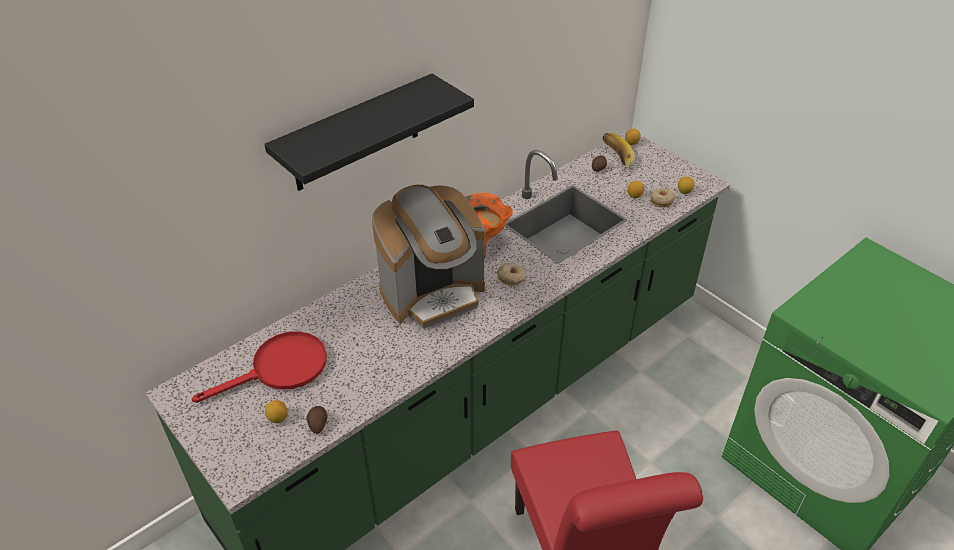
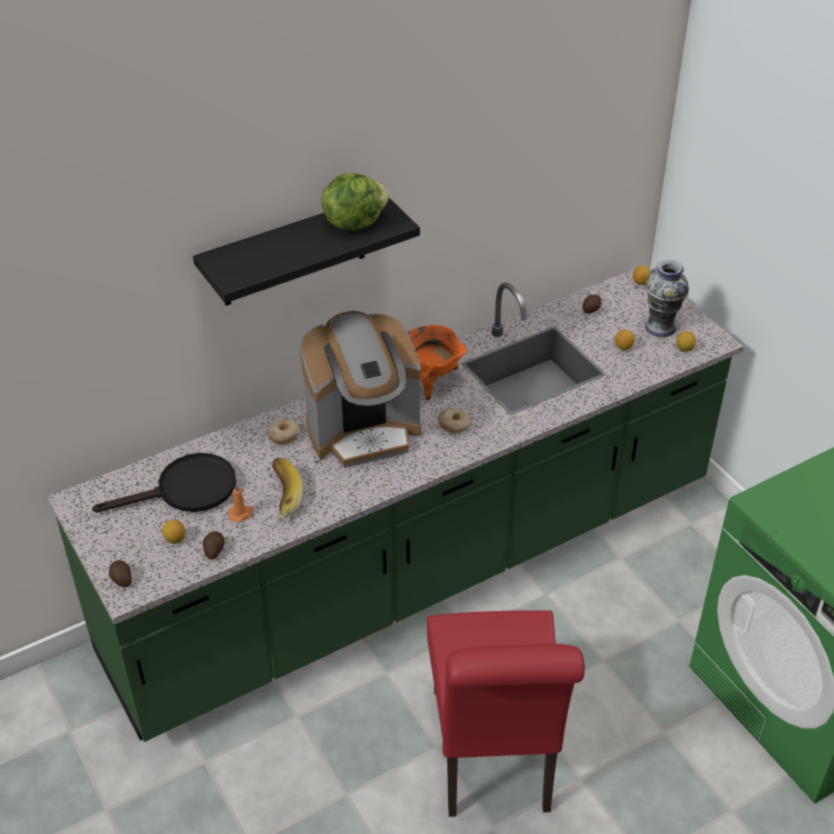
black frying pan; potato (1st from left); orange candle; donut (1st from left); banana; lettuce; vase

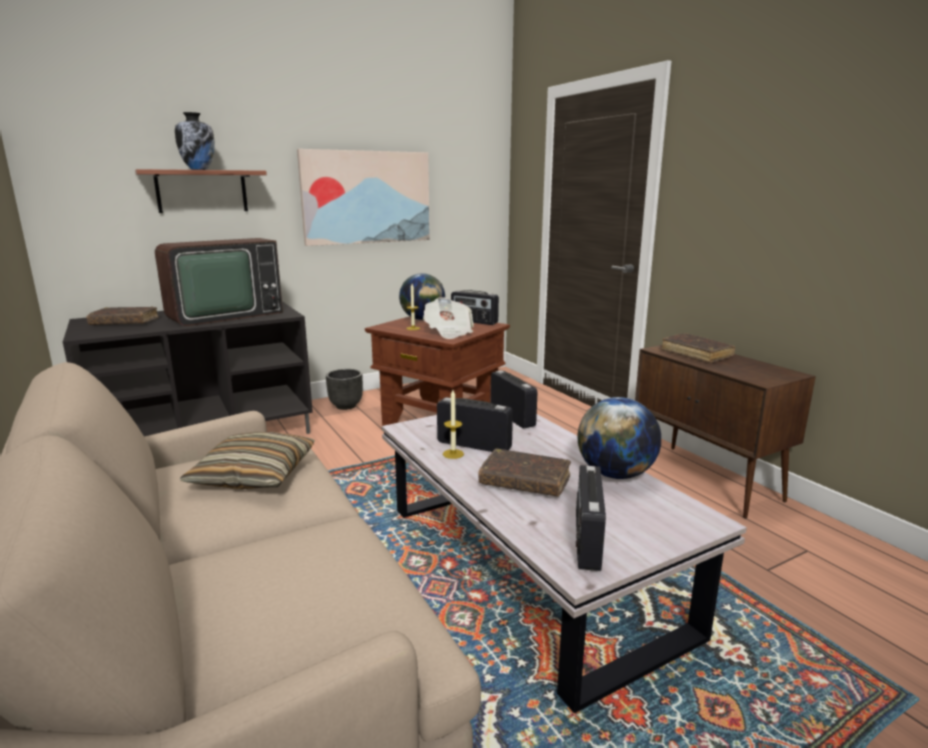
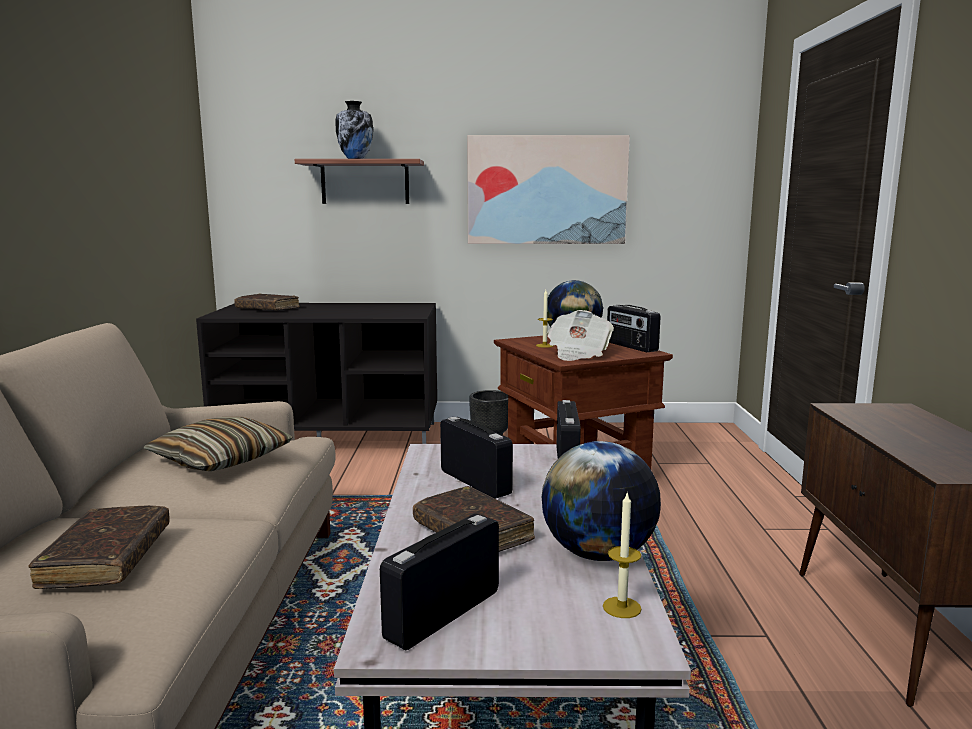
brown book (1st from left); candle (2nd from left); television

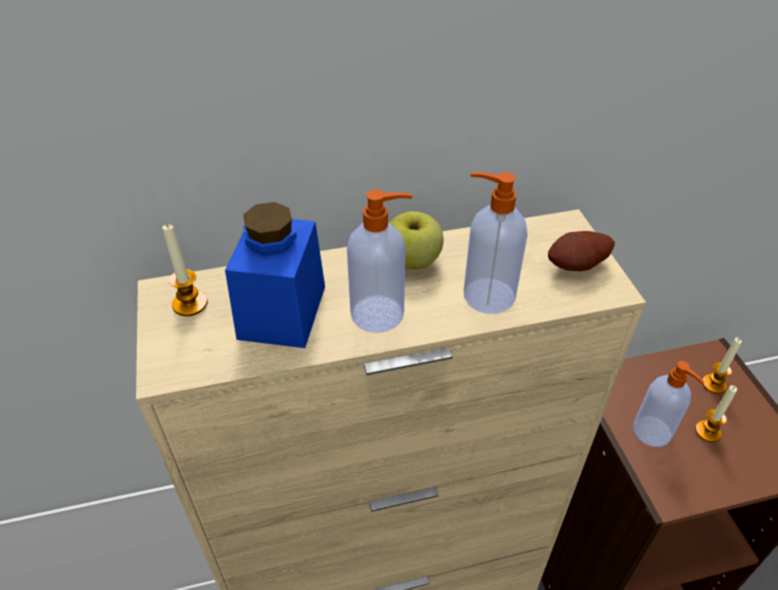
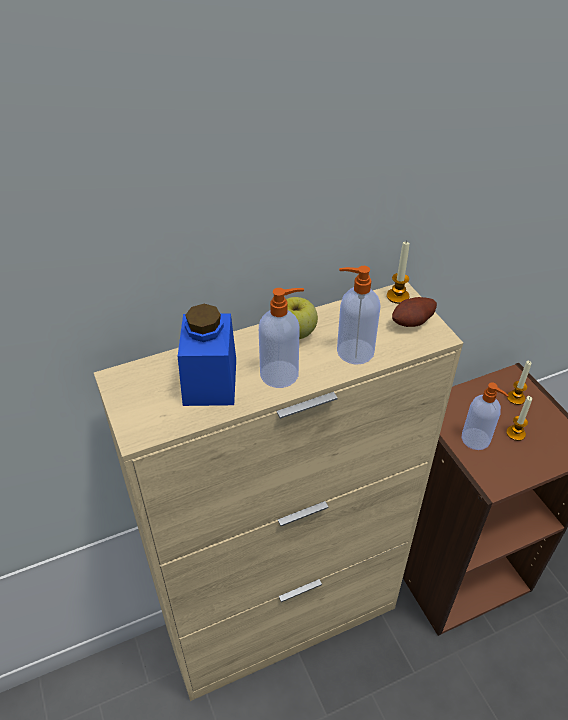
candle (1st from left)

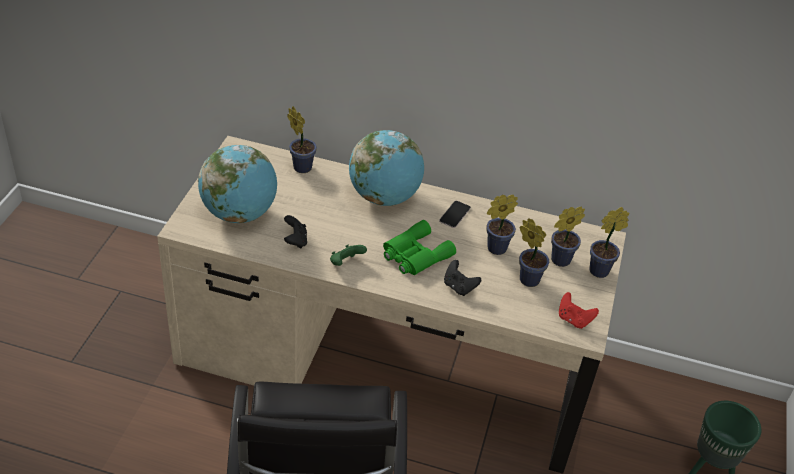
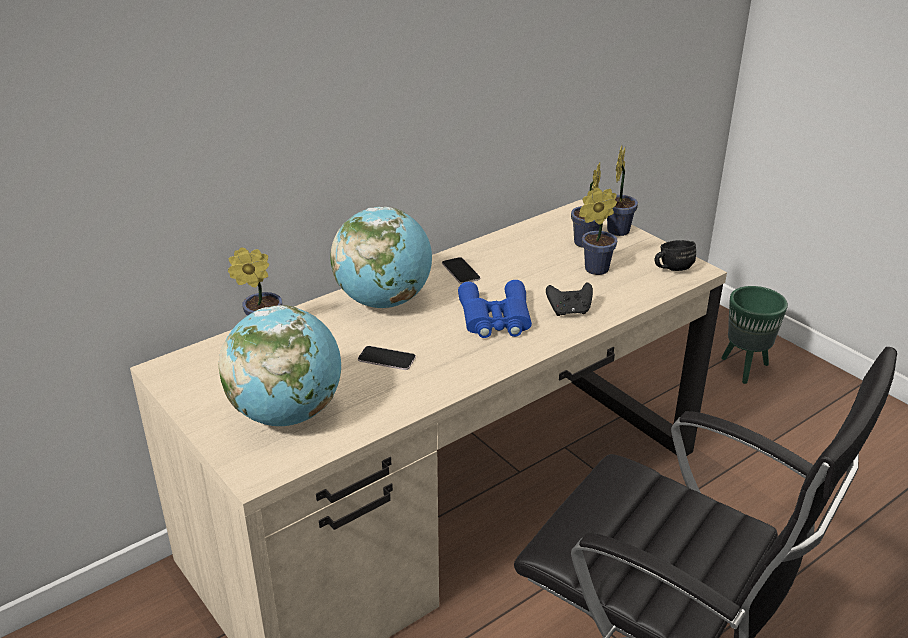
phone (1st from left); blue binoculars; black mug; black game controller (1st from left in the first image); green game controller; potted plant (2nd from left in the first image)

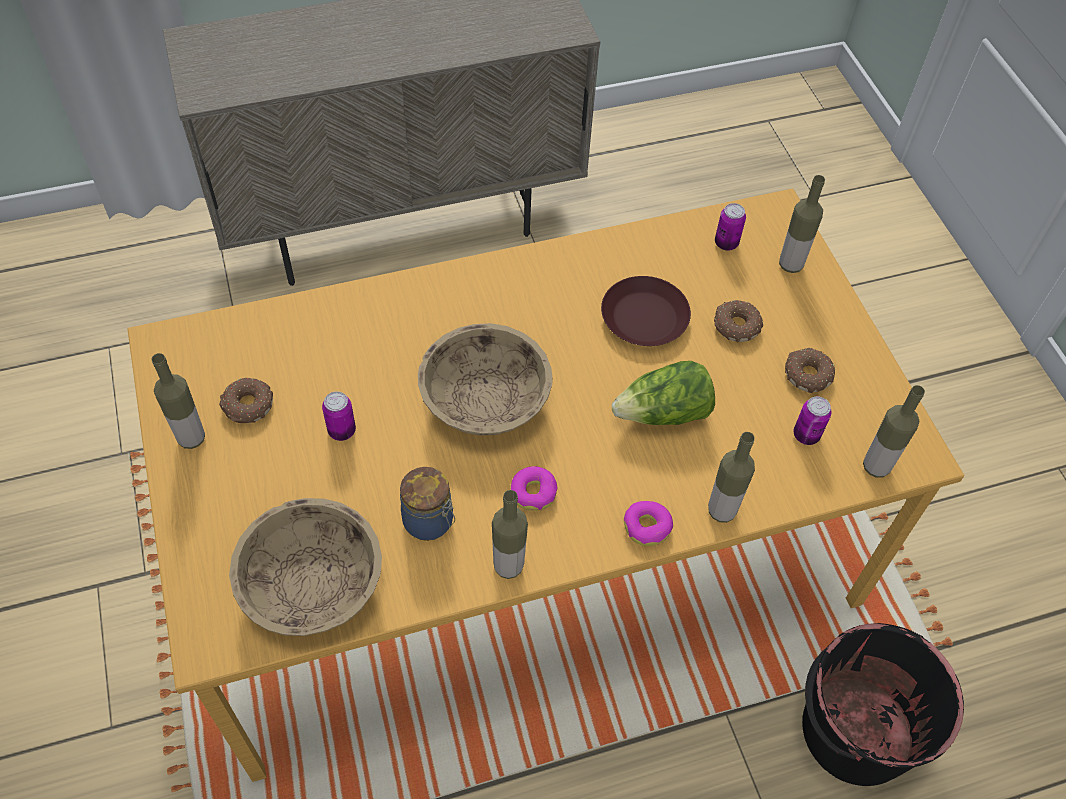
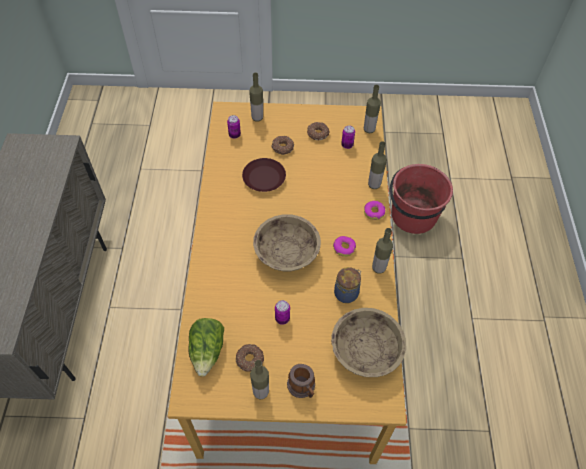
lettuce; mug; red bucket

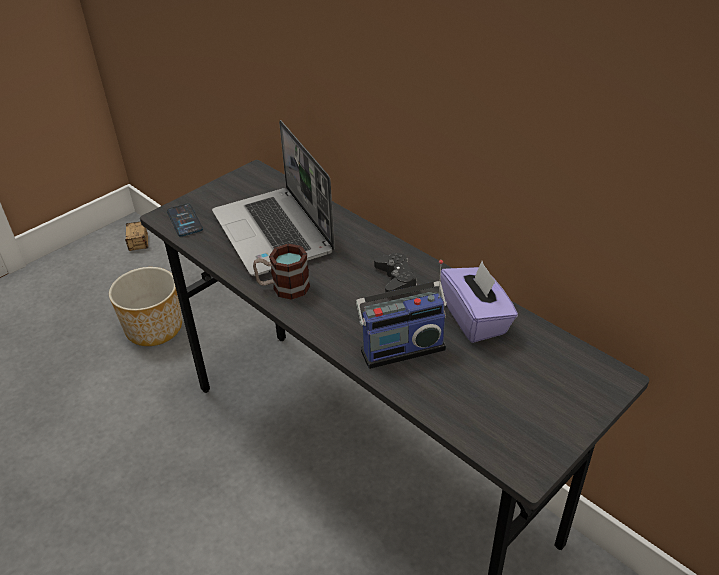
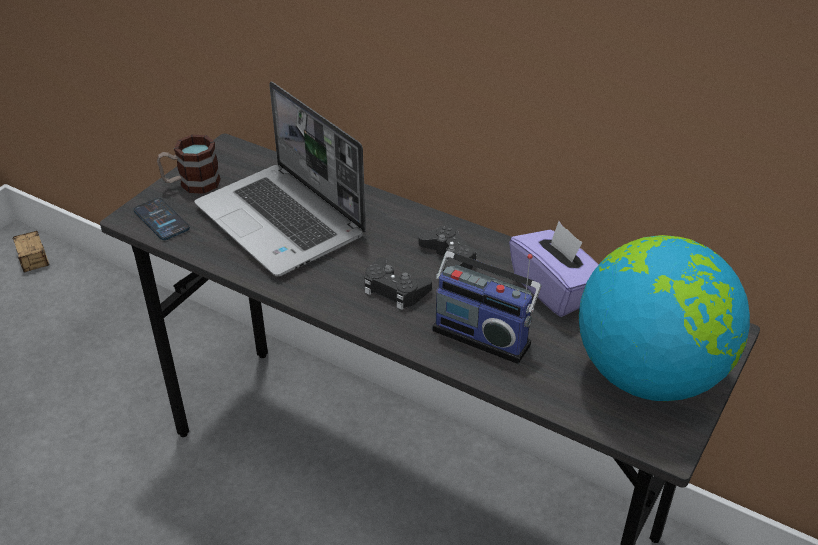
mug; black game controller (1st from left); radio; globe; planter

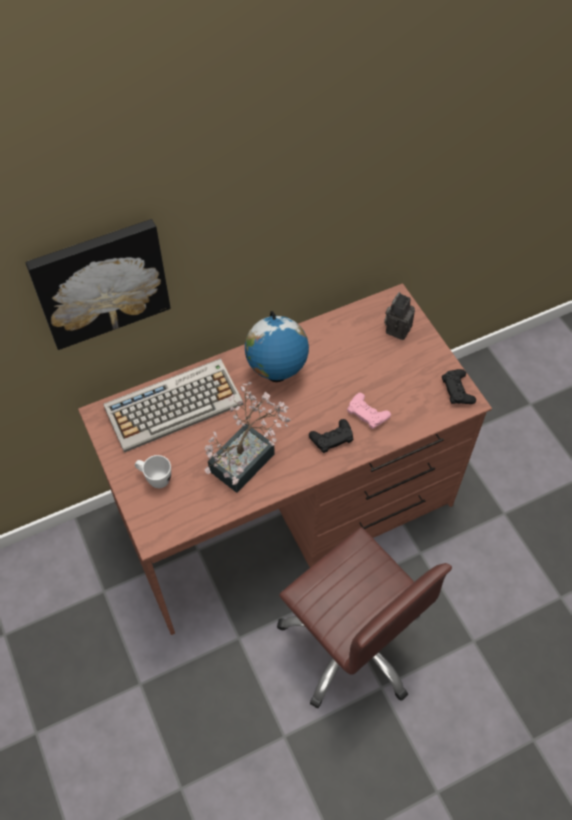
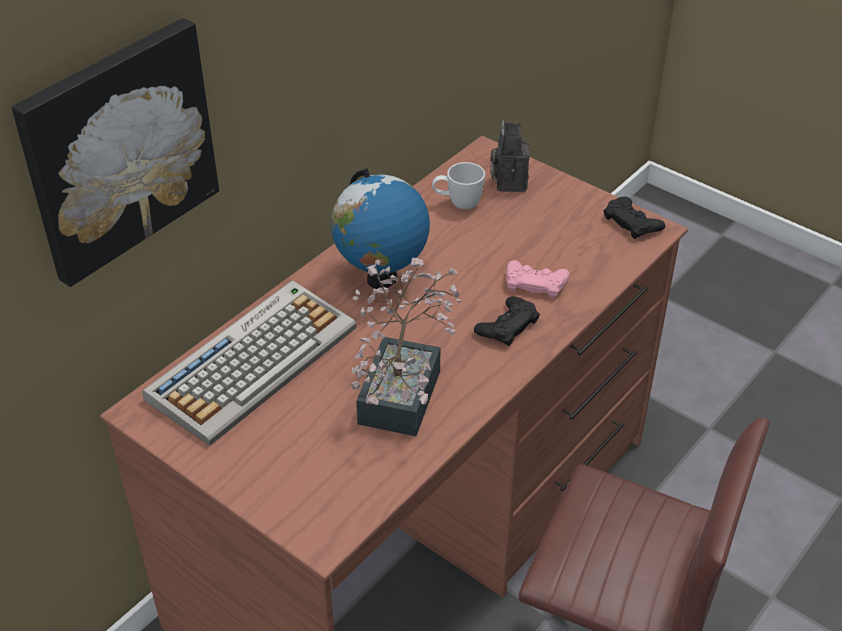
white mug

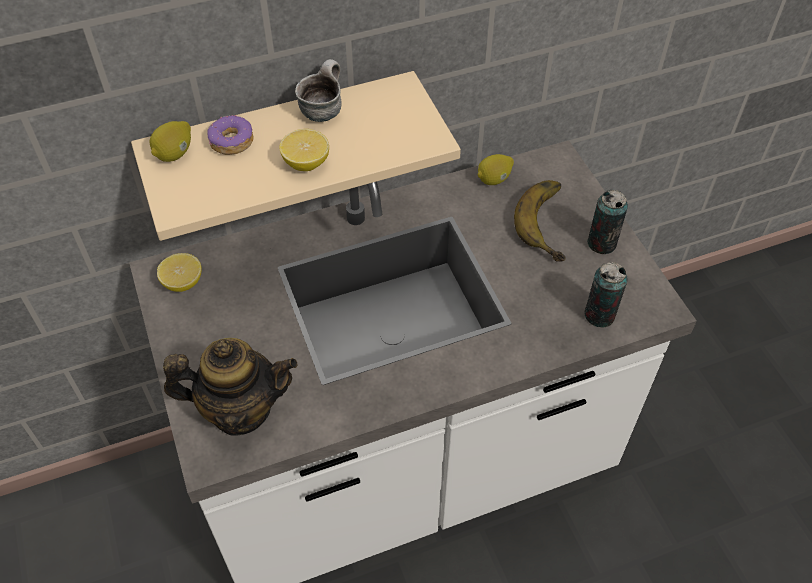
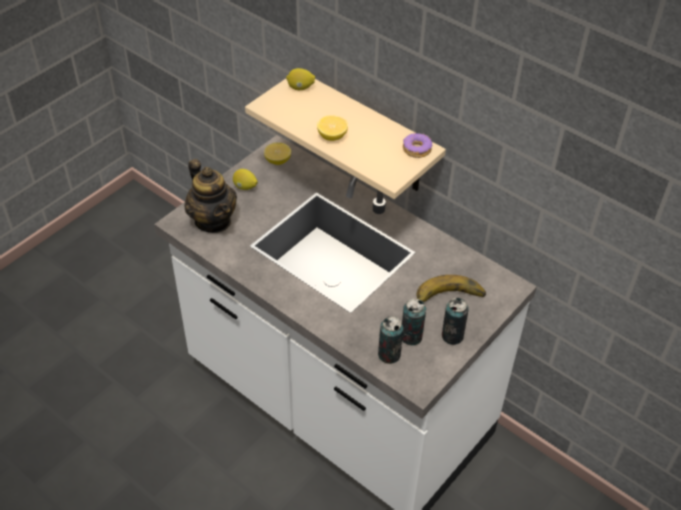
lemon (1st from left); can (2nd from left); donut; mug

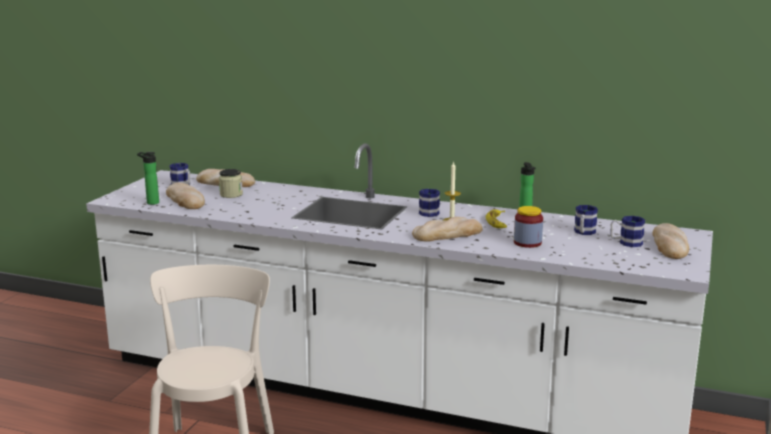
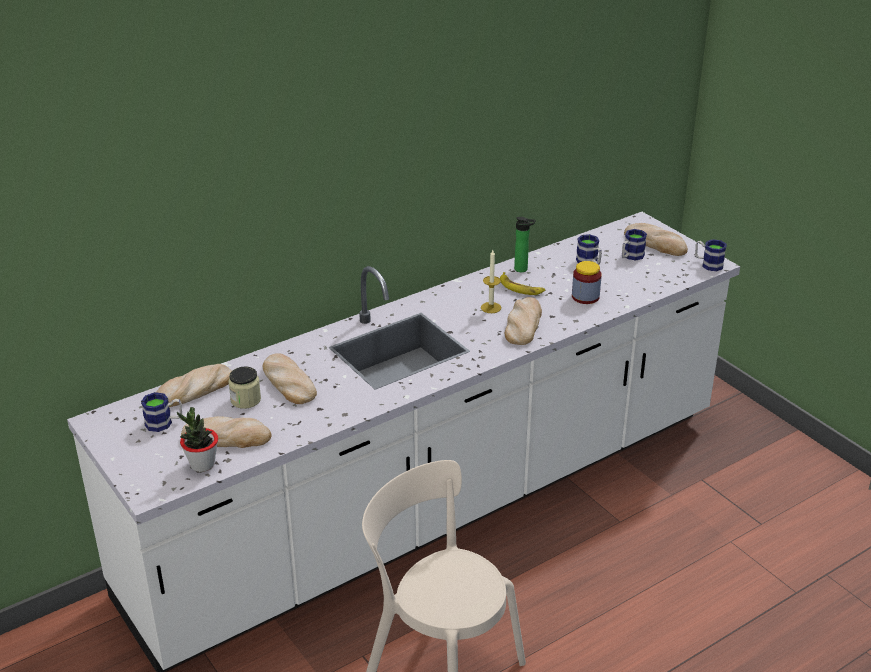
potted plant; bread (3rd from left); mug (4th from left)

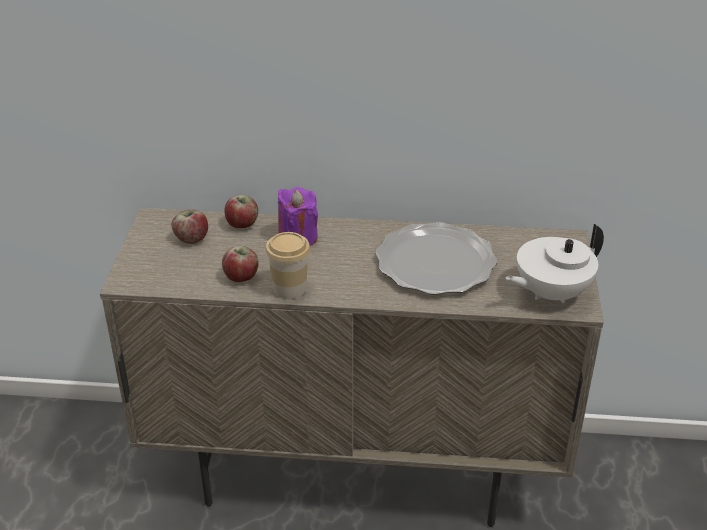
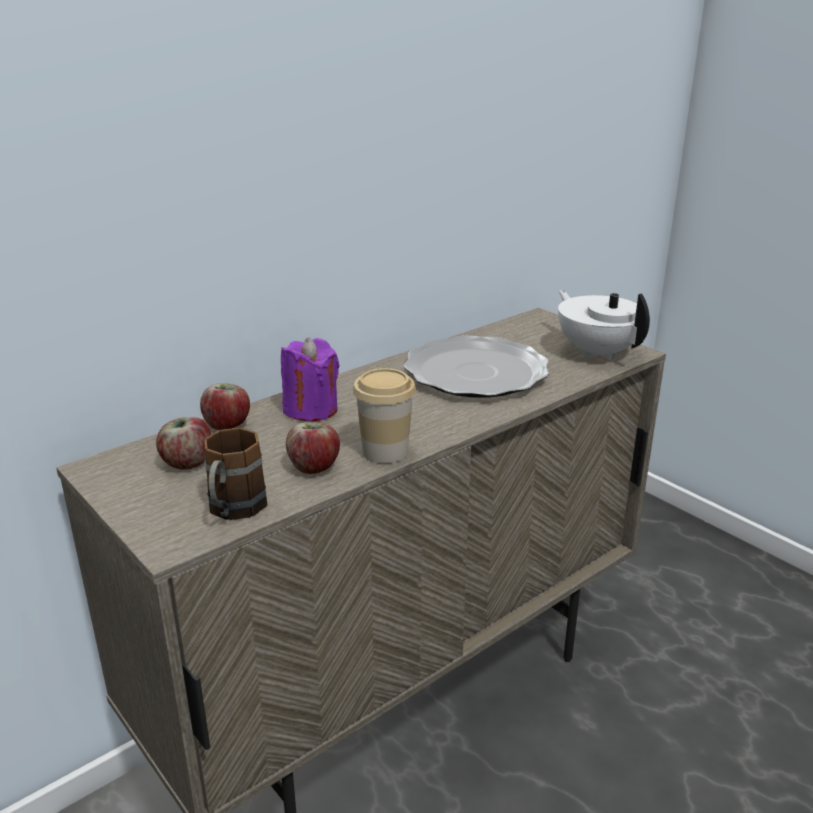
brown mug; white teapot

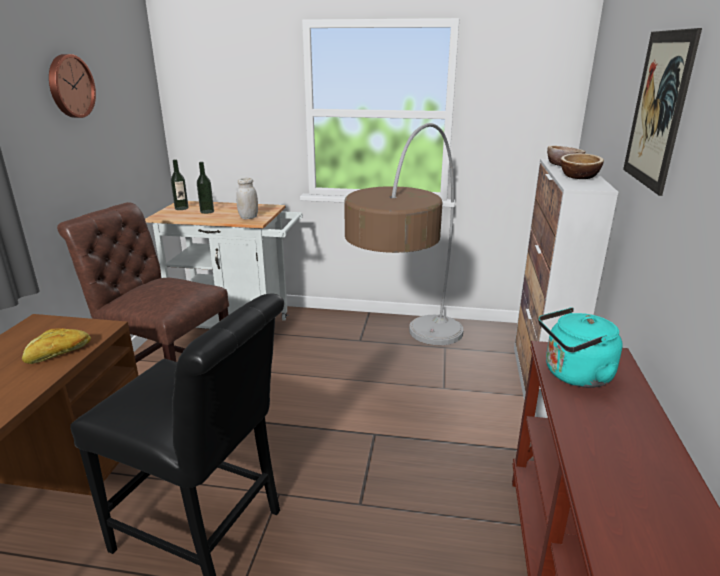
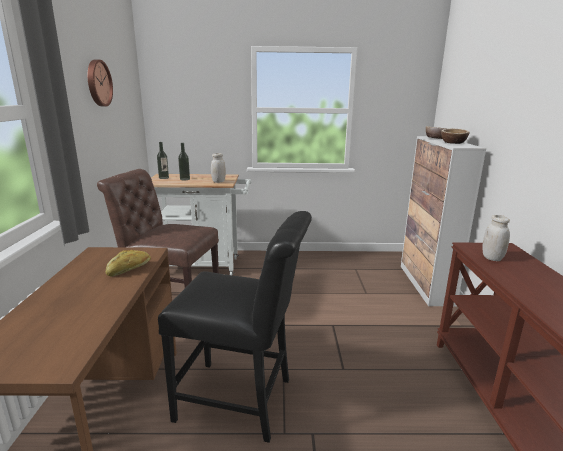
white jar (2nd from left); floor lamp; picture

